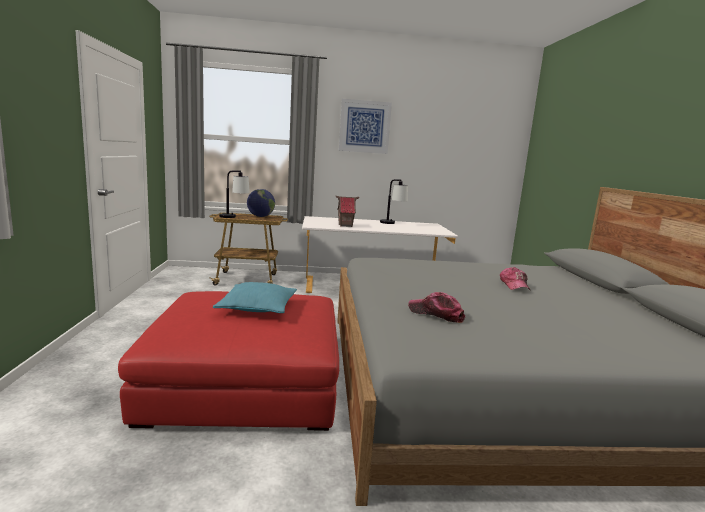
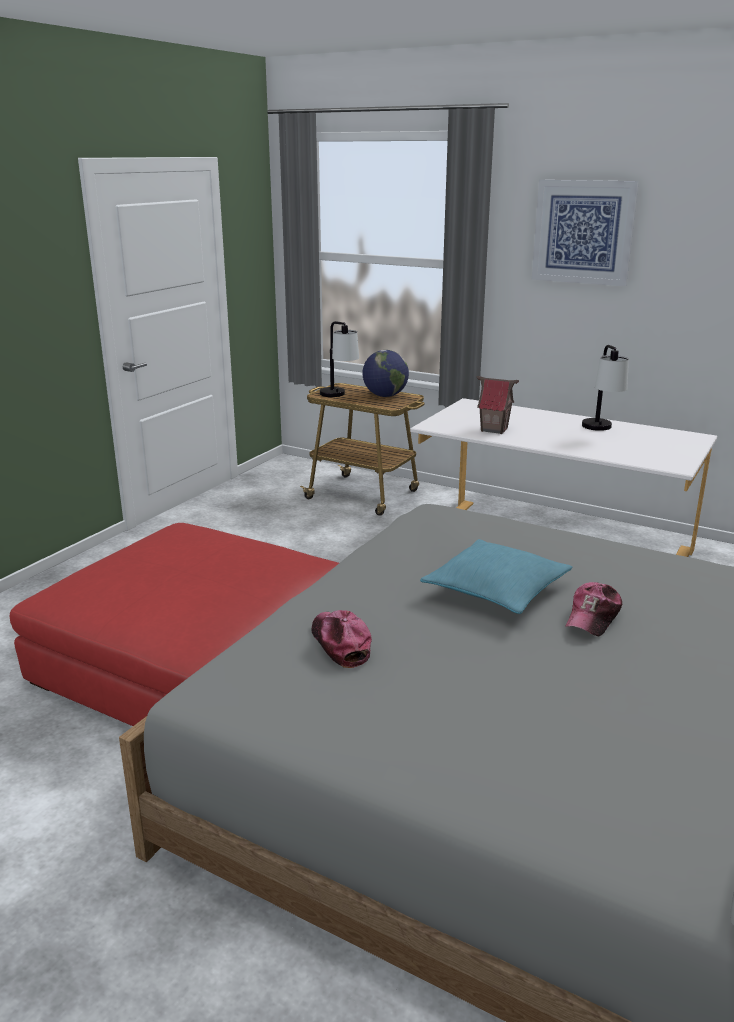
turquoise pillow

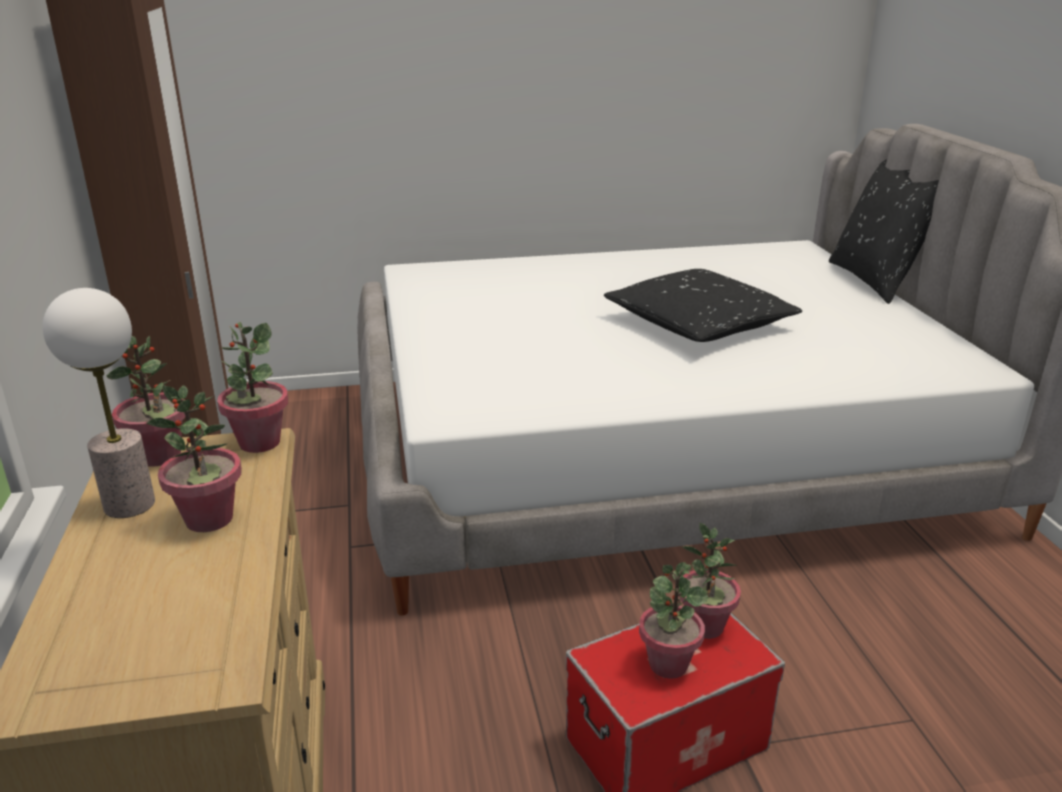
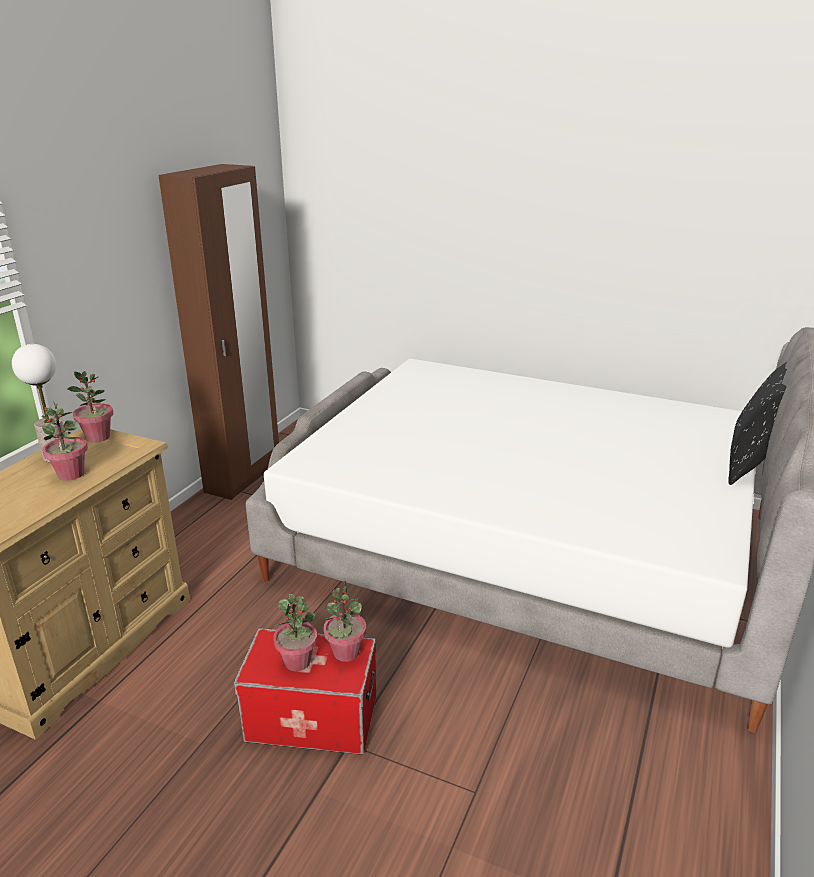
potted plant (3rd from left in the first image); black pillow (1st from left in the first image)

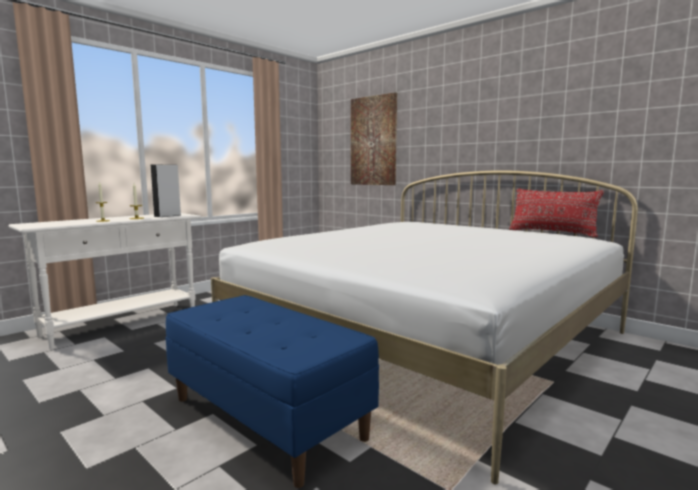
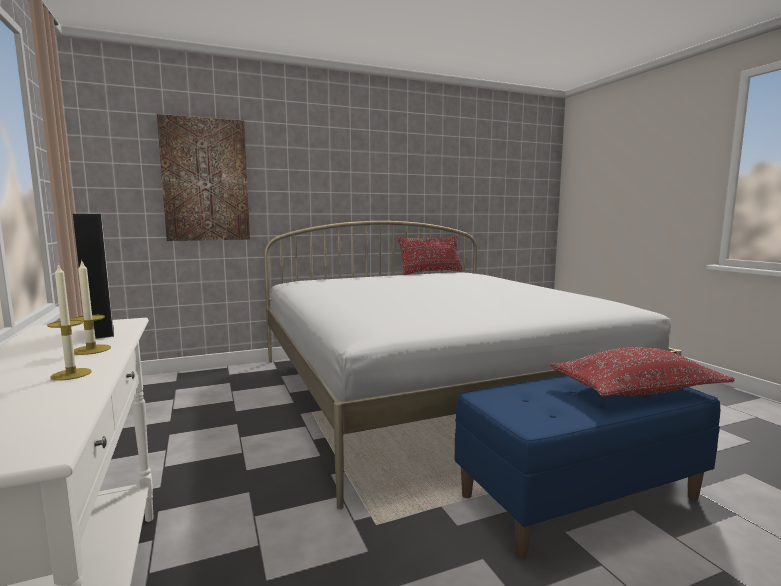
red pillow (2nd from left)

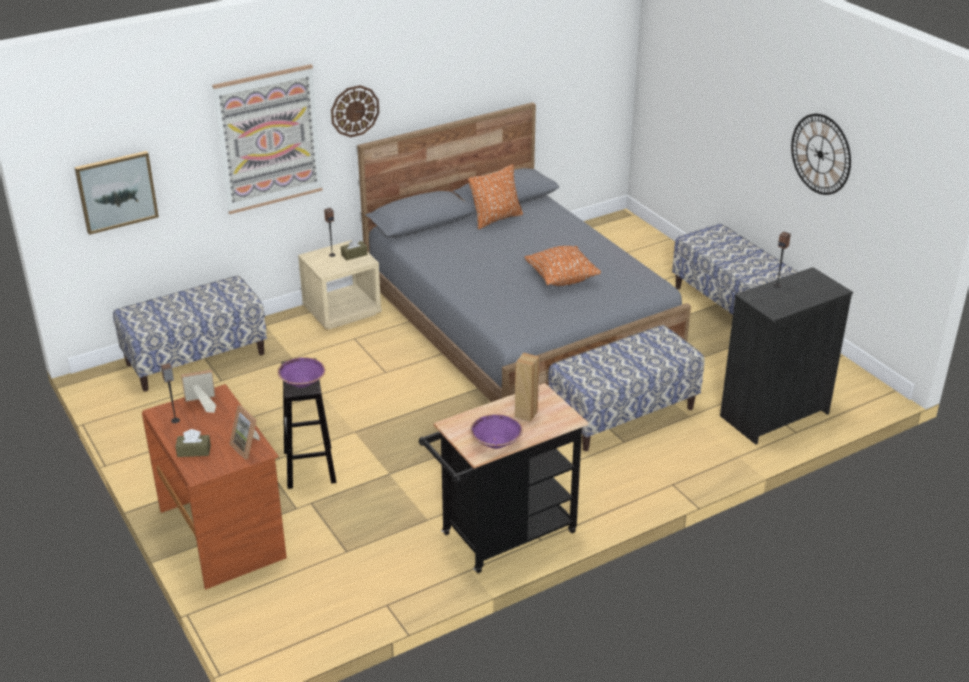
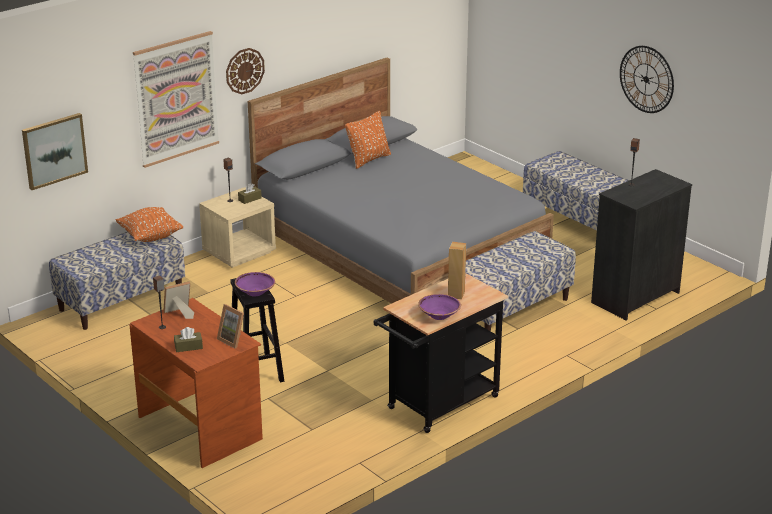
orange pillow (1st from left)

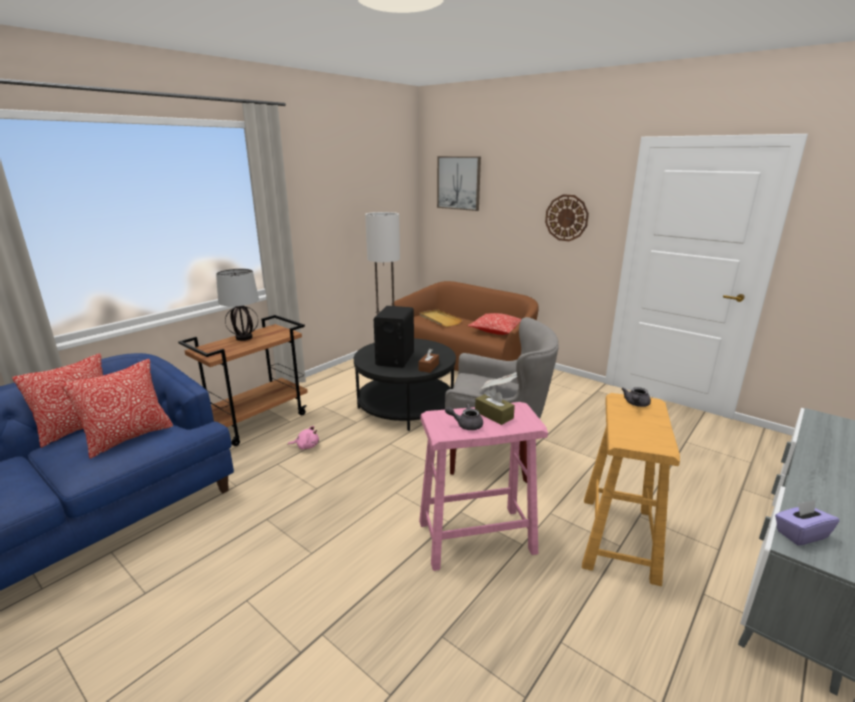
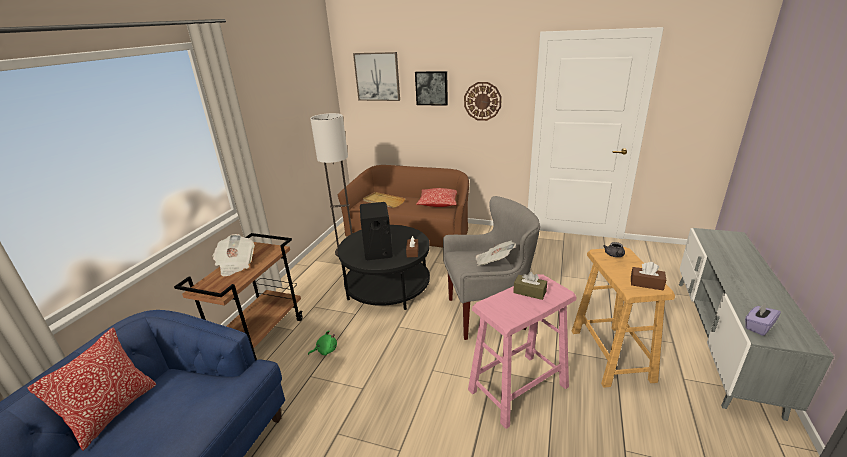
newspaper (1st from left); green plush toy; picture (2nd from left); brown tissue box (3rd from left); pillow (2nd from left in the first image); grey teapot (1st from left in the first image)

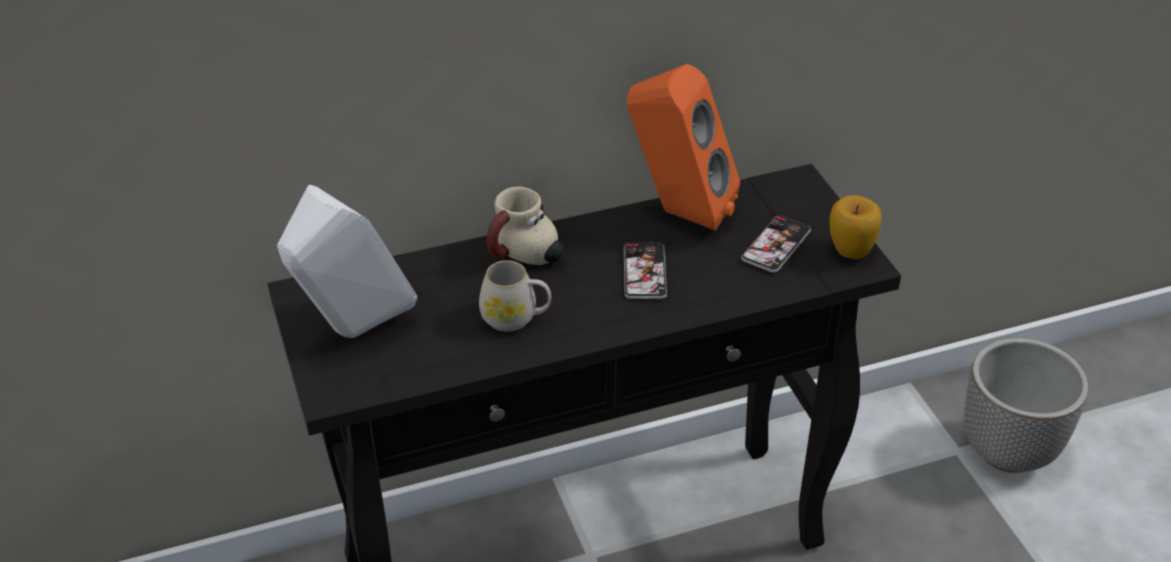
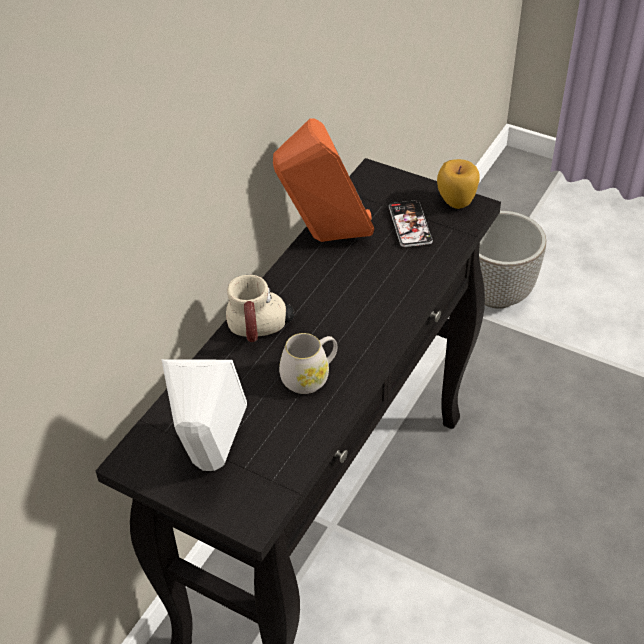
phone (1st from left in the first image)

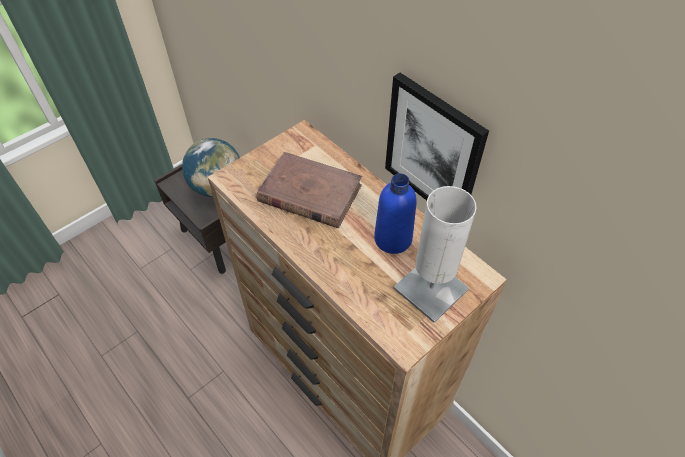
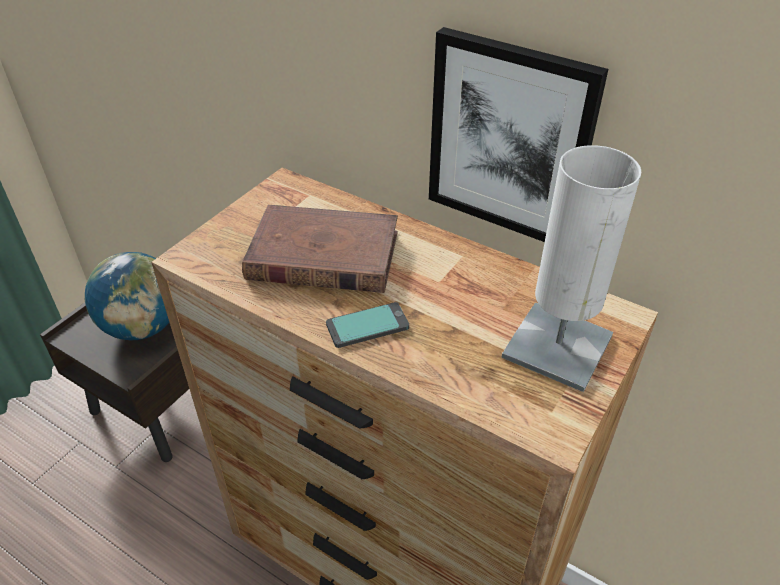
phone; blue bottle

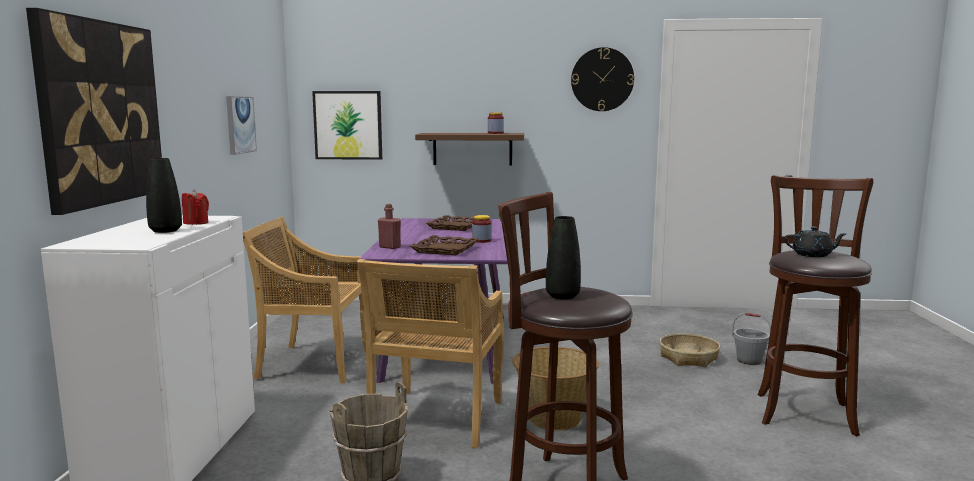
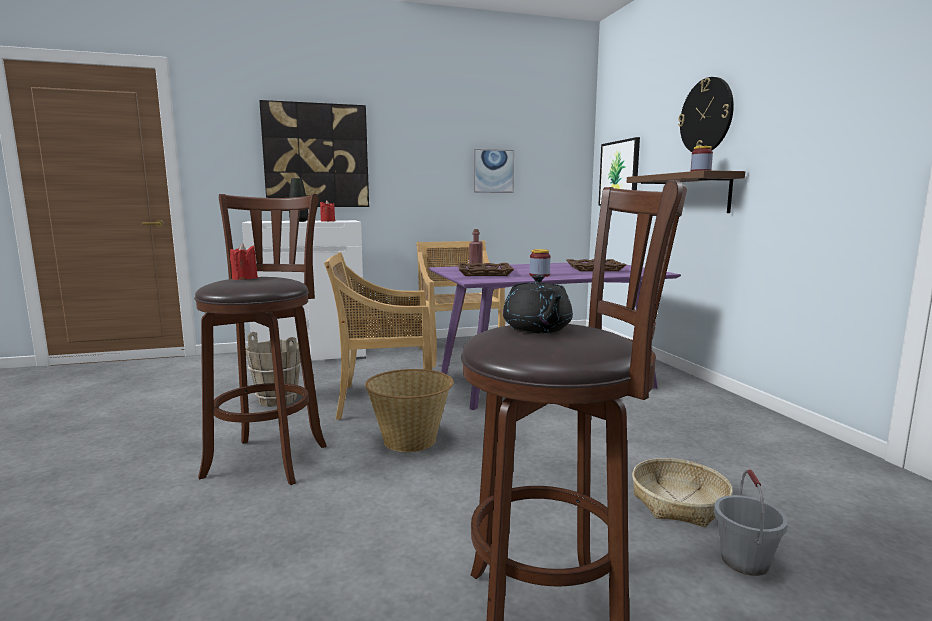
red candle (1st from left); wall clock

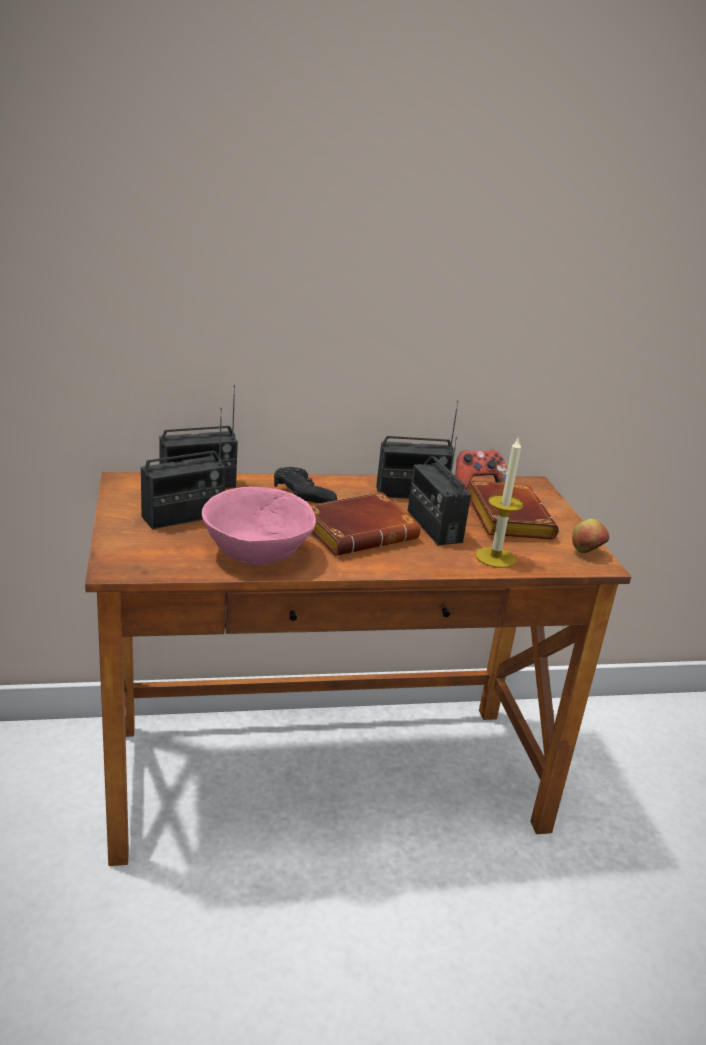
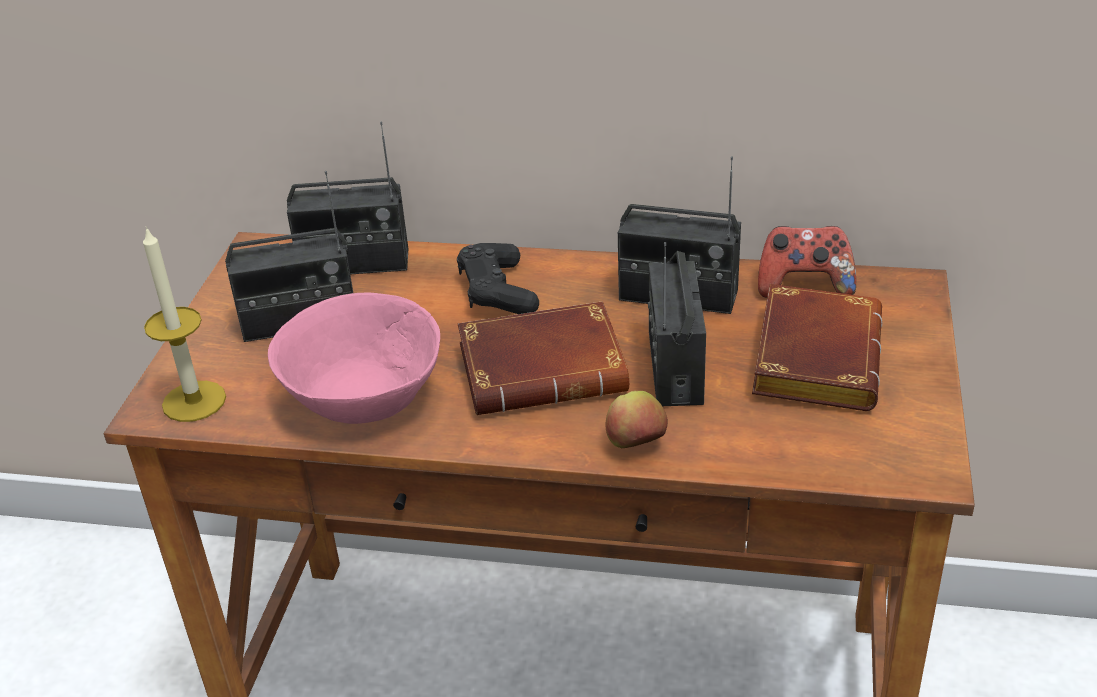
candle; apple

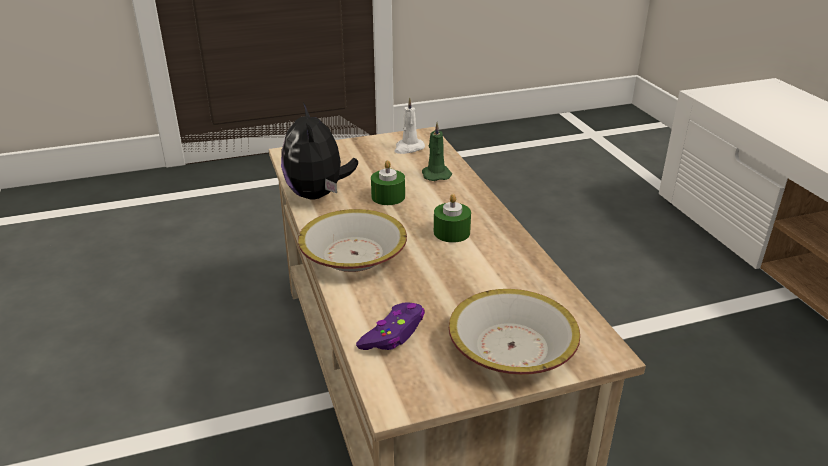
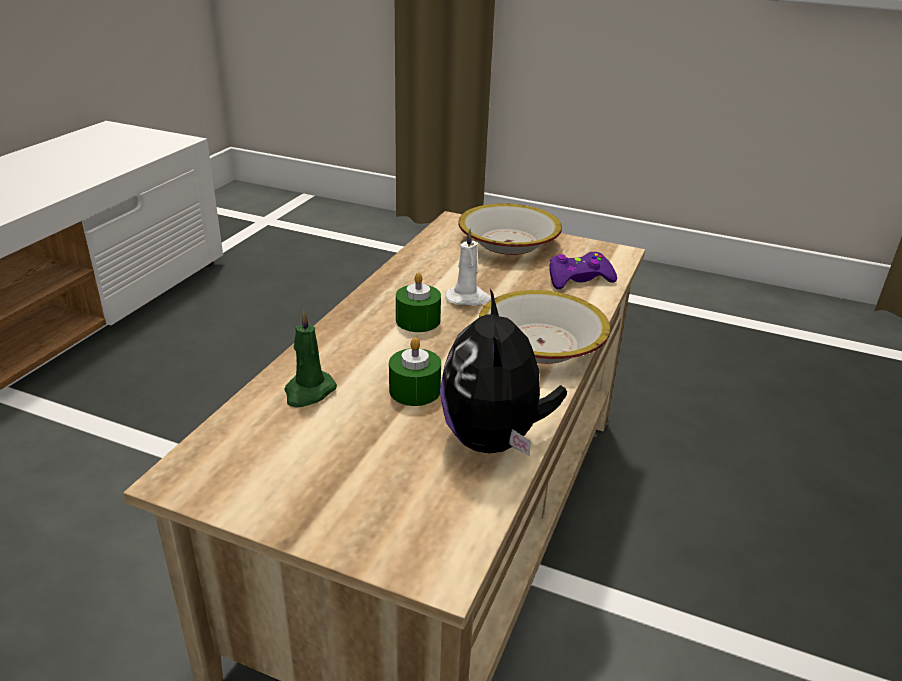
plush toy; white candle

